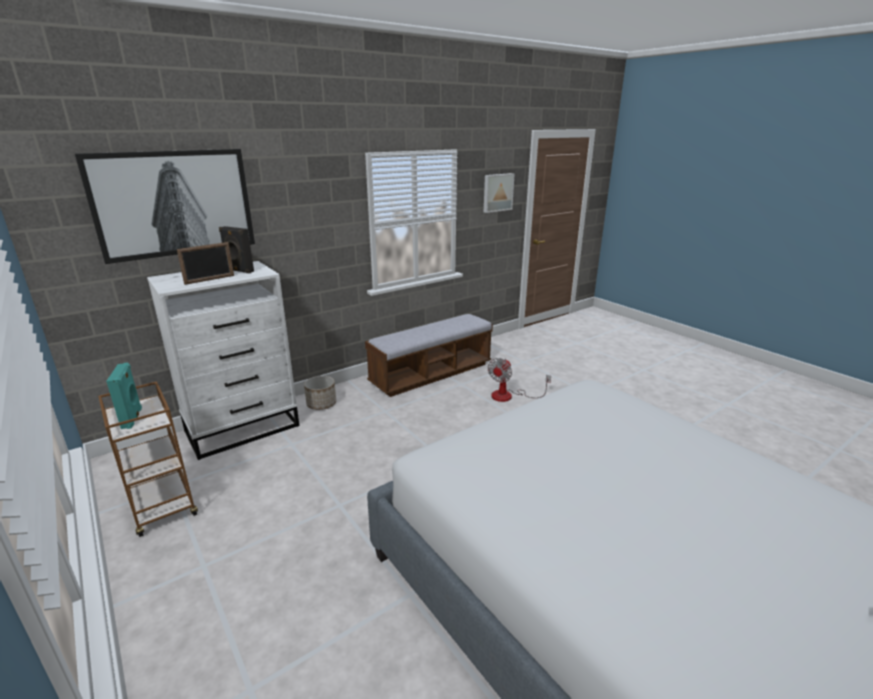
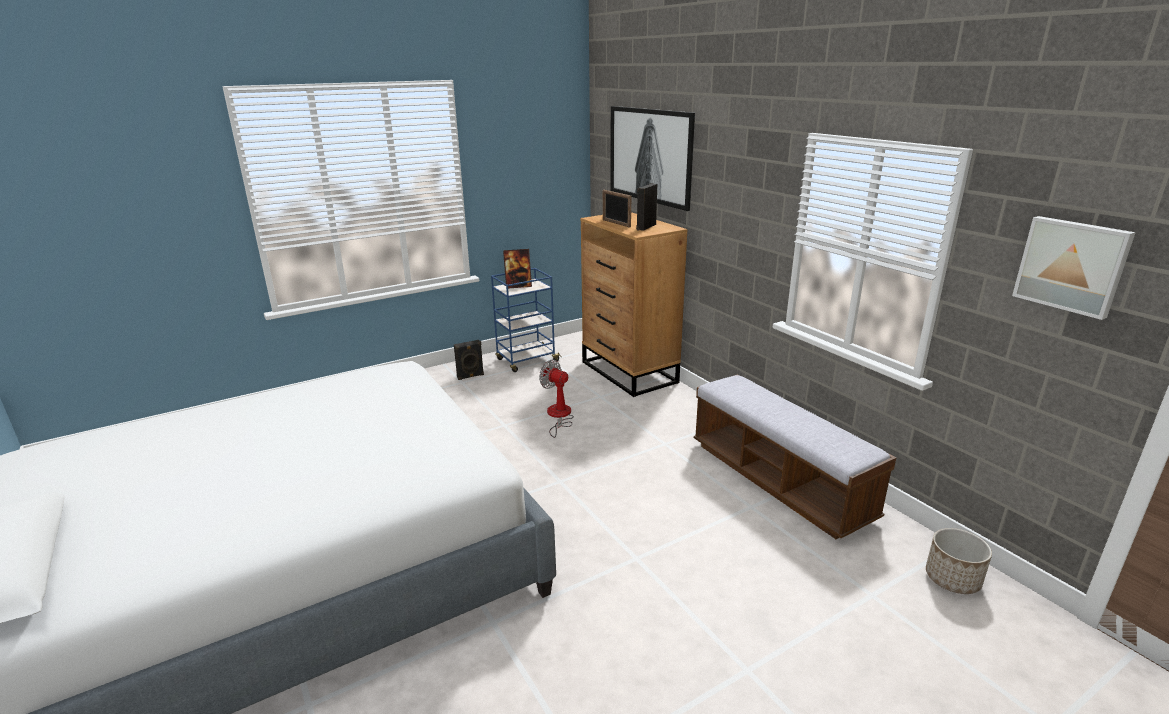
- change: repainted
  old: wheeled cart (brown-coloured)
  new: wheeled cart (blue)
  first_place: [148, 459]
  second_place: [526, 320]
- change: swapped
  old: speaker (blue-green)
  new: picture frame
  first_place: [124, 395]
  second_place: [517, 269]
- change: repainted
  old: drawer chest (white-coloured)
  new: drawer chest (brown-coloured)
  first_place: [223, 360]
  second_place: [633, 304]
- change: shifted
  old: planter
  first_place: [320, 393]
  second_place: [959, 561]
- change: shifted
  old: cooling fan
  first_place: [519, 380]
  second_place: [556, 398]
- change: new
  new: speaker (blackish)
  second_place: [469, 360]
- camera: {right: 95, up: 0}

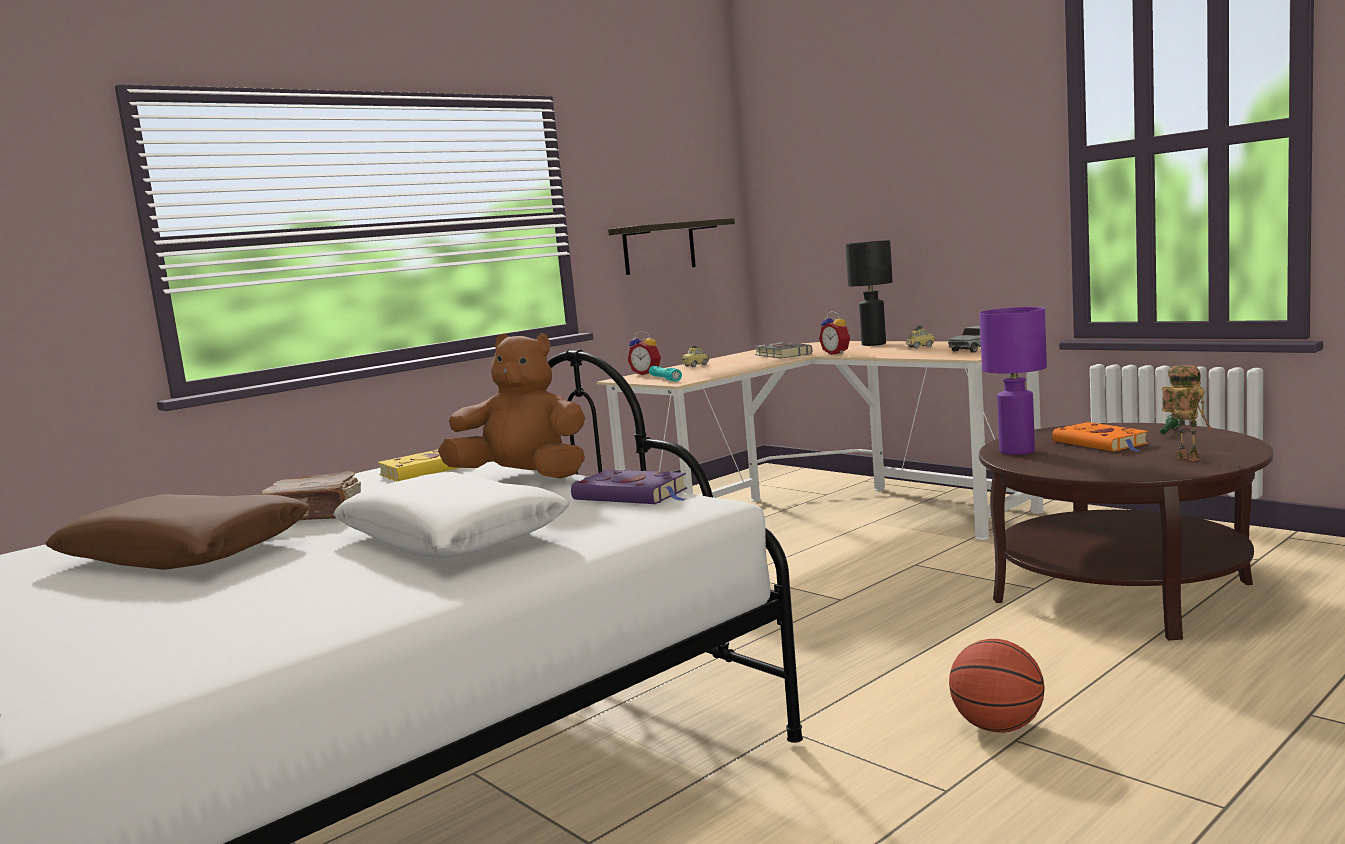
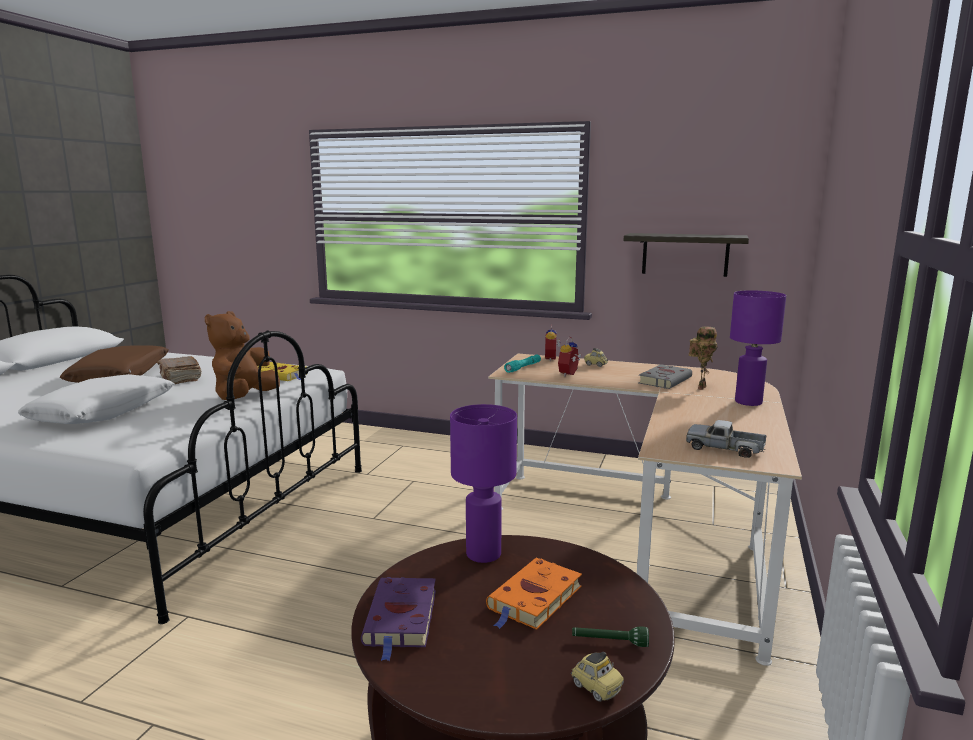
- change: rotated
  old: cuddly toy (brown-coloured)
  first_place: [511, 406]
  second_place: [242, 355]
  degrees: -150
- change: shifted
  old: bound book (purplish)
  first_place: [629, 487]
  second_place: [398, 619]
- change: shifted
  old: table clock
  first_place: [834, 333]
  second_place: [570, 357]
- change: repainted
  old: tabletop lamp (blackish)
  new: tabletop lamp (purplish)
  first_place: [869, 293]
  second_place: [758, 348]
- change: shifted
  old: miniature car
  first_place: [920, 336]
  second_place: [597, 677]
- change: gone
  old: basketball ball
  first_place: [997, 686]
- change: shifted
  old: toy robot
  first_place: [1186, 413]
  second_place: [703, 358]
- camera: {right: 60, up: 5}

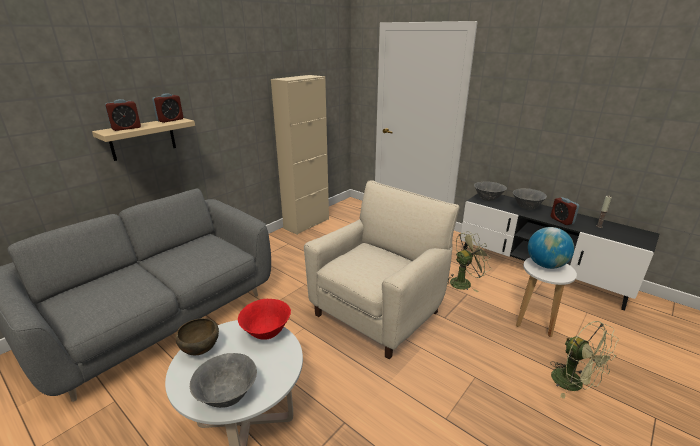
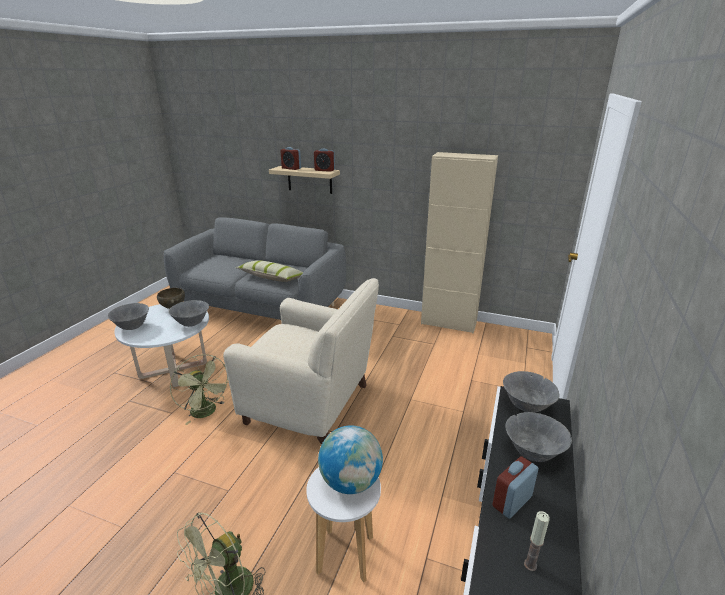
- change: repainted
  old: deep dish (red-coloured)
  new: deep dish (gray)
  first_place: [264, 319]
  second_place: [188, 313]
- change: shifted
  old: cooling fan (green)
  first_place: [469, 261]
  second_place: [199, 389]
- change: new
  new: cushion
  second_place: [269, 271]
- camera: {right: 70, up: 0}

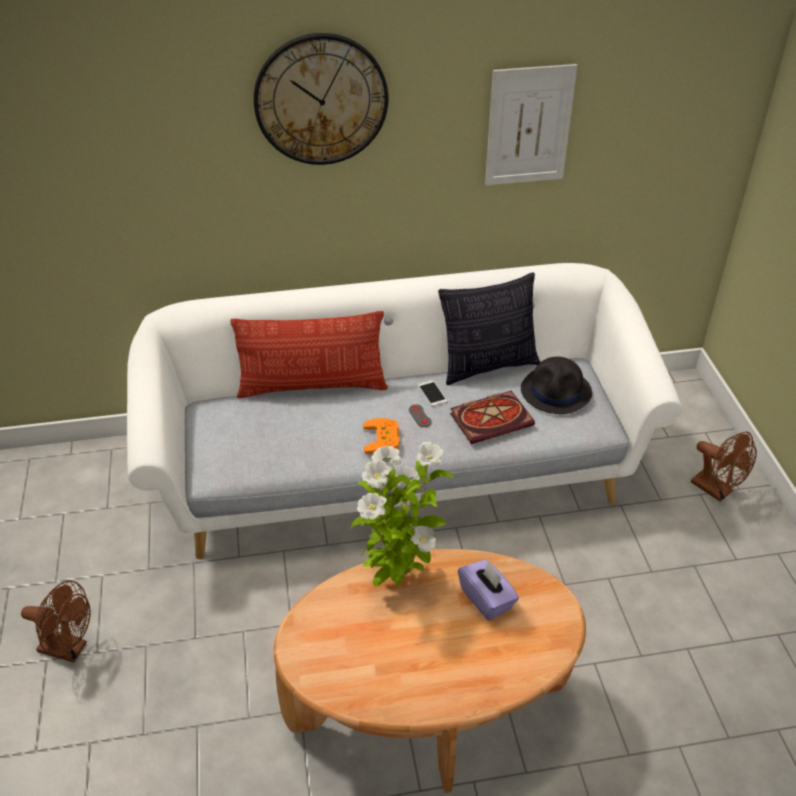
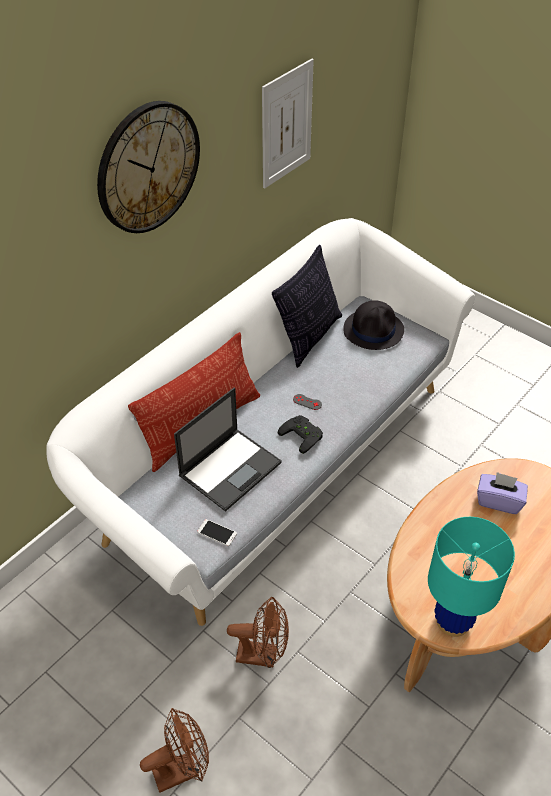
- change: gone
  old: potted plant
  first_place: [402, 514]
- change: repainted
  old: gamepad (orange-coloured)
  new: gamepad (blackish)
  first_place: [381, 436]
  second_place: [300, 434]
- change: shifted
  old: telephone
  first_place: [432, 393]
  second_place: [217, 532]
- change: gone
  old: bound book
  first_place: [492, 417]
- change: shifted
  old: cooling fan (brown-coloured)
  first_place: [724, 467]
  second_place: [258, 632]
- change: new
  new: portable computer
  second_place: [228, 449]
- change: new
  new: tabletop lamp (blue-green)
  second_place: [471, 577]
- camera: {right: -40, up: 5}

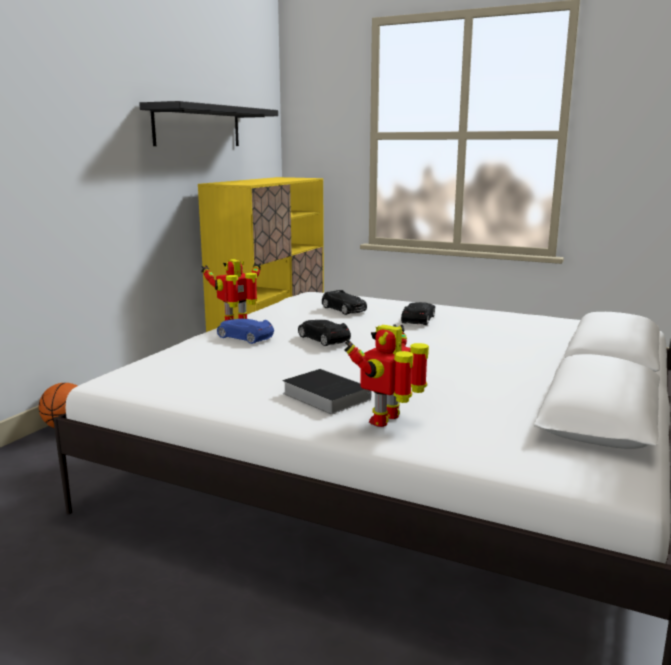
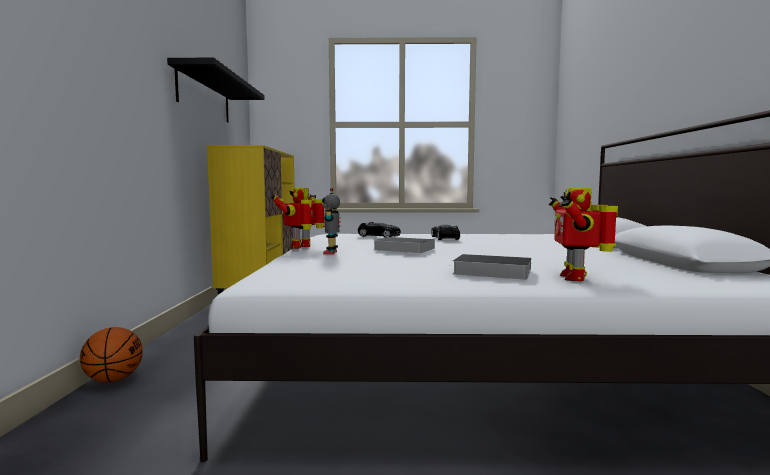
- change: swapped
  old: miniature car (blue)
  new: toy robot
  first_place: [245, 331]
  second_place: [331, 221]
- change: swapped
  old: miniature car (blackish)
  new: bound book
  first_place: [324, 333]
  second_place: [404, 245]
- camera: {right: -25, up: -10}

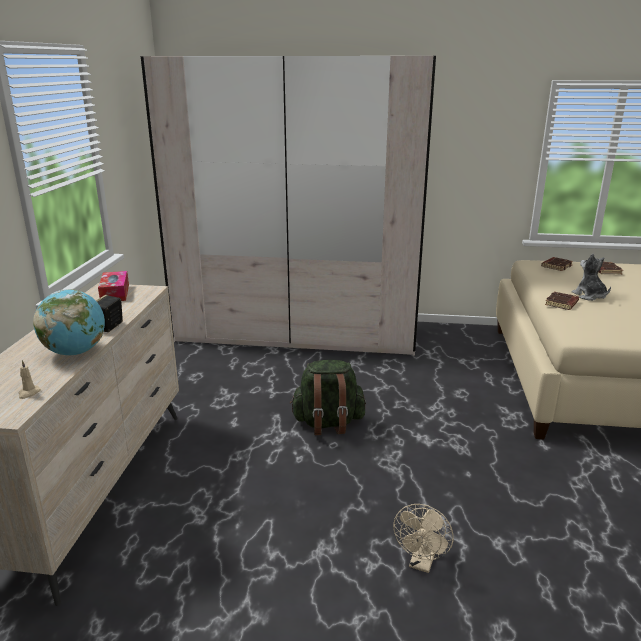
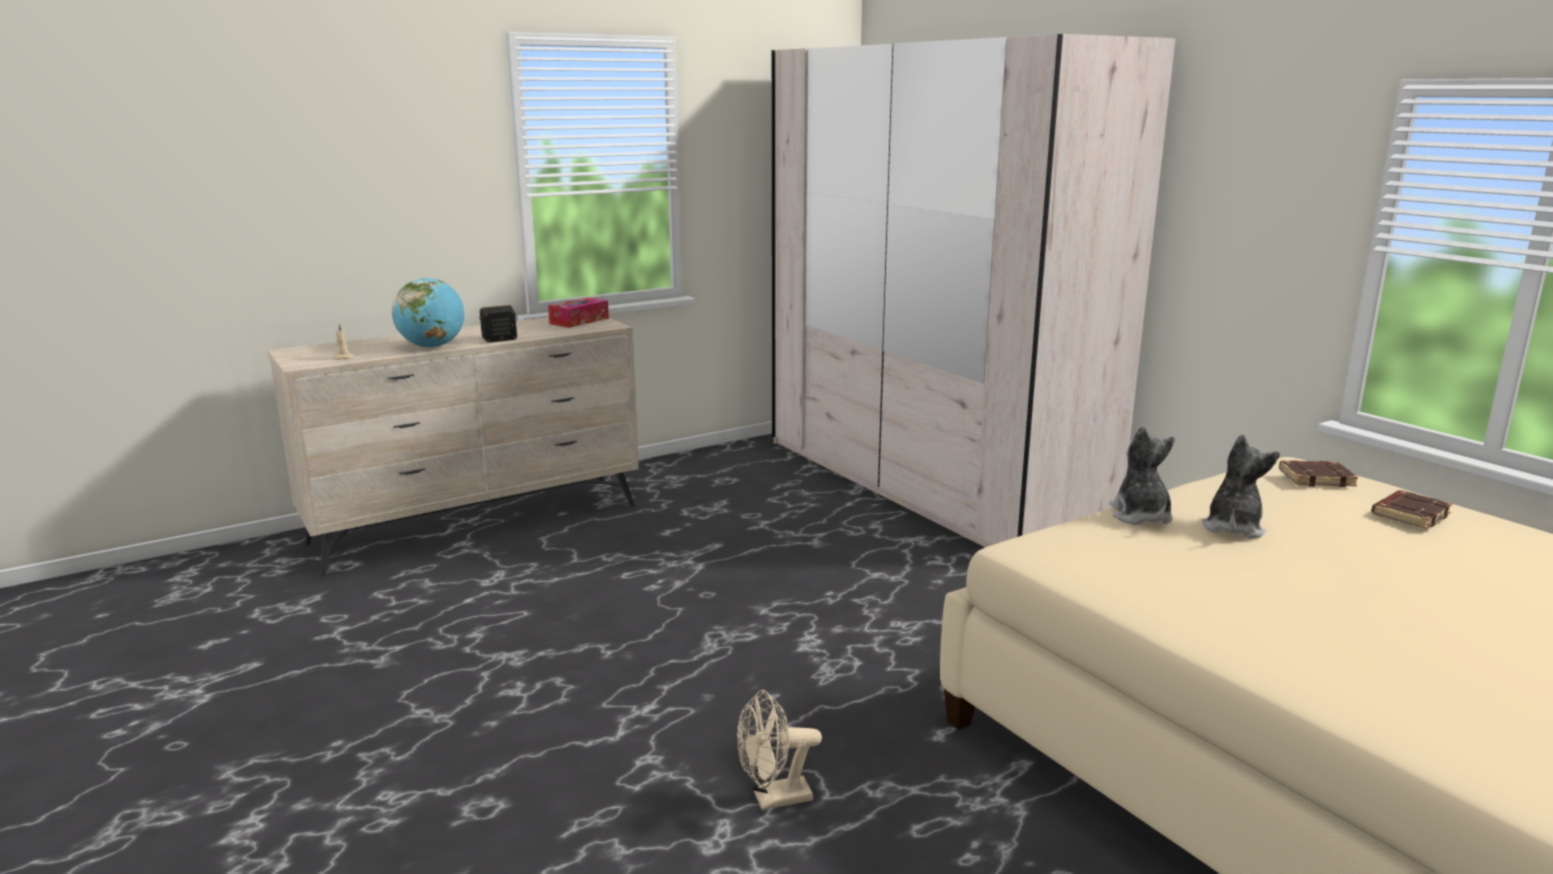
- change: gone
  old: rucksack (green)
  first_place: [328, 397]
- change: shifted
  old: cooling fan (beige-coloured)
  first_place: [423, 538]
  second_place: [779, 750]
- change: swapped
  old: bound book (brown-coloured)
  new: cuddly toy
  first_place: [562, 300]
  second_place: [1142, 475]
- camera: {right: 50, up: -5}

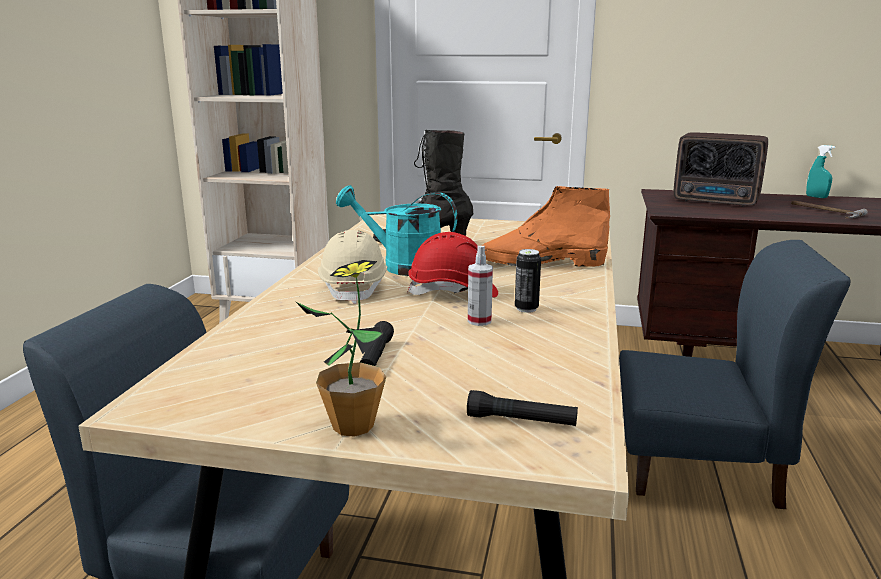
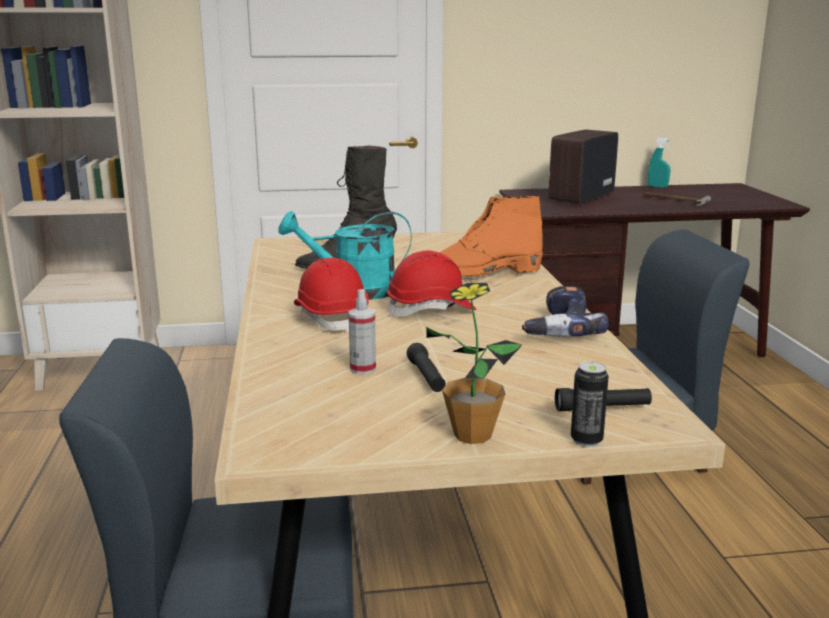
- change: repainted
  old: safety helmet (beige-coloured)
  new: safety helmet (red-coloured)
  first_place: [352, 267]
  second_place: [331, 295]
- change: shifted
  old: sprayer
  first_place: [480, 286]
  second_place: [362, 331]
- change: shifted
  old: can
  first_place: [528, 281]
  second_place: [590, 404]
- change: rotated
  old: radio
  first_place: [720, 169]
  second_place: [583, 167]
  degrees: 120
- change: new
  new: electric drill
  second_place: [565, 311]
- camera: {right: -20, up: 0}

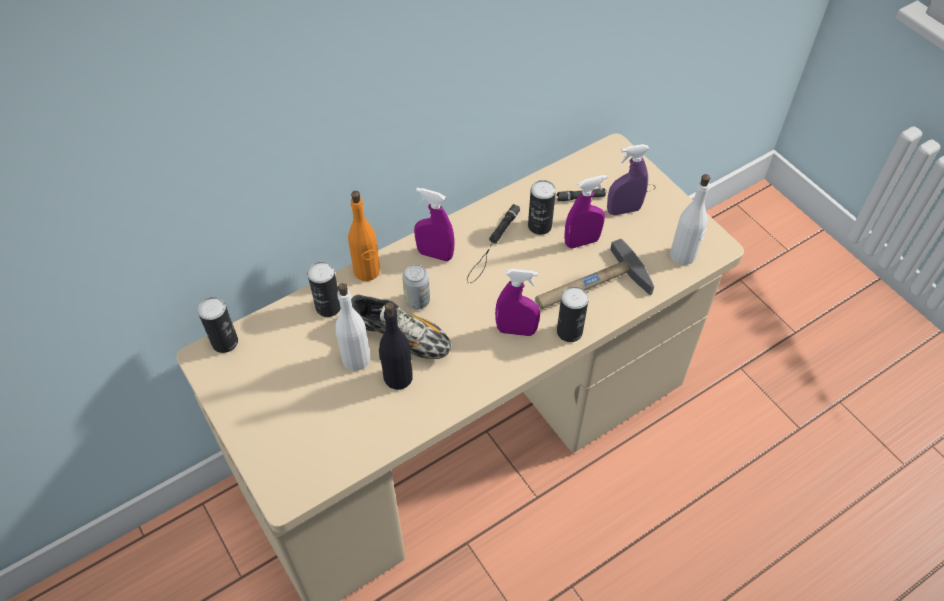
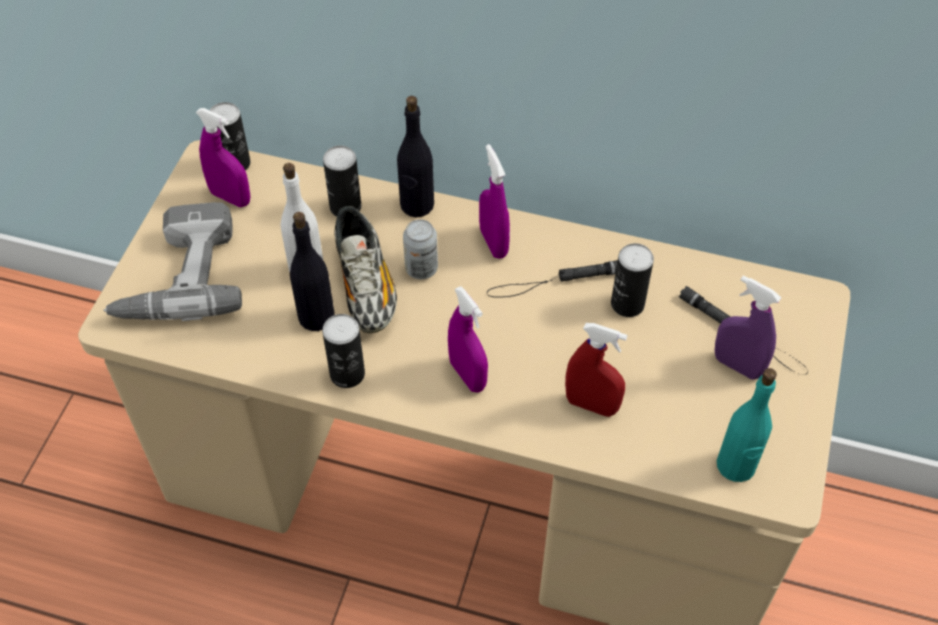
- change: repainted
  old: bottle (orange-coloured)
  new: bottle (blackish)
  first_place: [364, 236]
  second_place: [415, 157]
- change: swapped
  old: hand hammer
  new: sprayer (red-coloured)
  first_place: [594, 274]
  second_place: [596, 370]
- change: shifted
  old: can
  first_place: [573, 314]
  second_place: [343, 351]
- change: shifted
  old: sprayer (purplish)
  first_place: [585, 211]
  second_place: [223, 157]
- change: repainted
  old: bottle (white-coloured)
  new: bottle (blue-green)
  first_place: [690, 219]
  second_place: [747, 425]
- change: new
  new: electric drill
  second_place: [172, 261]
- camera: {right: 50, up: 0}

